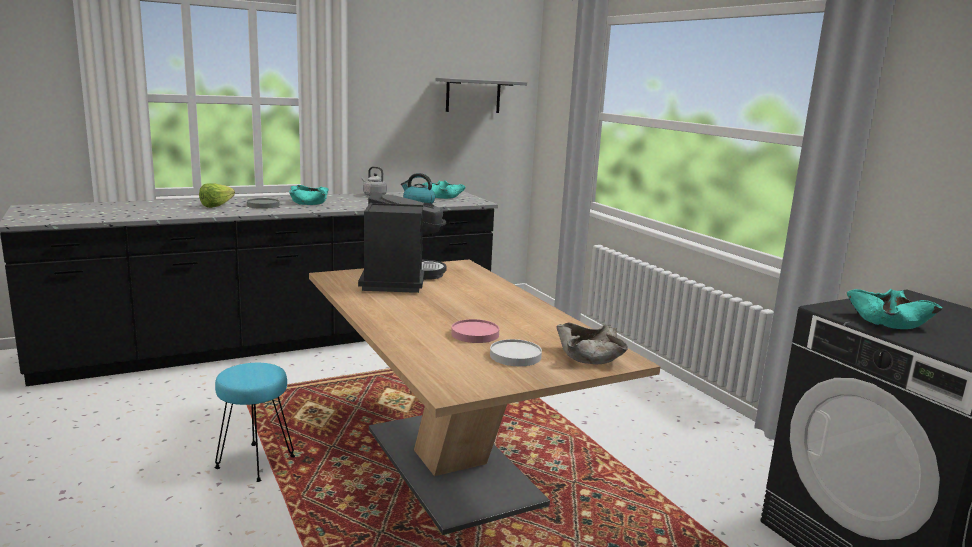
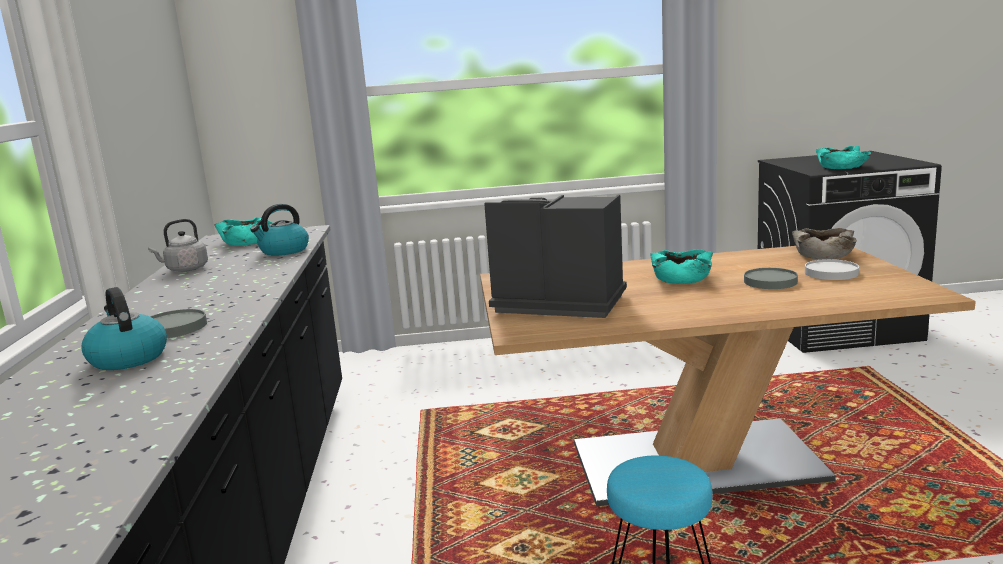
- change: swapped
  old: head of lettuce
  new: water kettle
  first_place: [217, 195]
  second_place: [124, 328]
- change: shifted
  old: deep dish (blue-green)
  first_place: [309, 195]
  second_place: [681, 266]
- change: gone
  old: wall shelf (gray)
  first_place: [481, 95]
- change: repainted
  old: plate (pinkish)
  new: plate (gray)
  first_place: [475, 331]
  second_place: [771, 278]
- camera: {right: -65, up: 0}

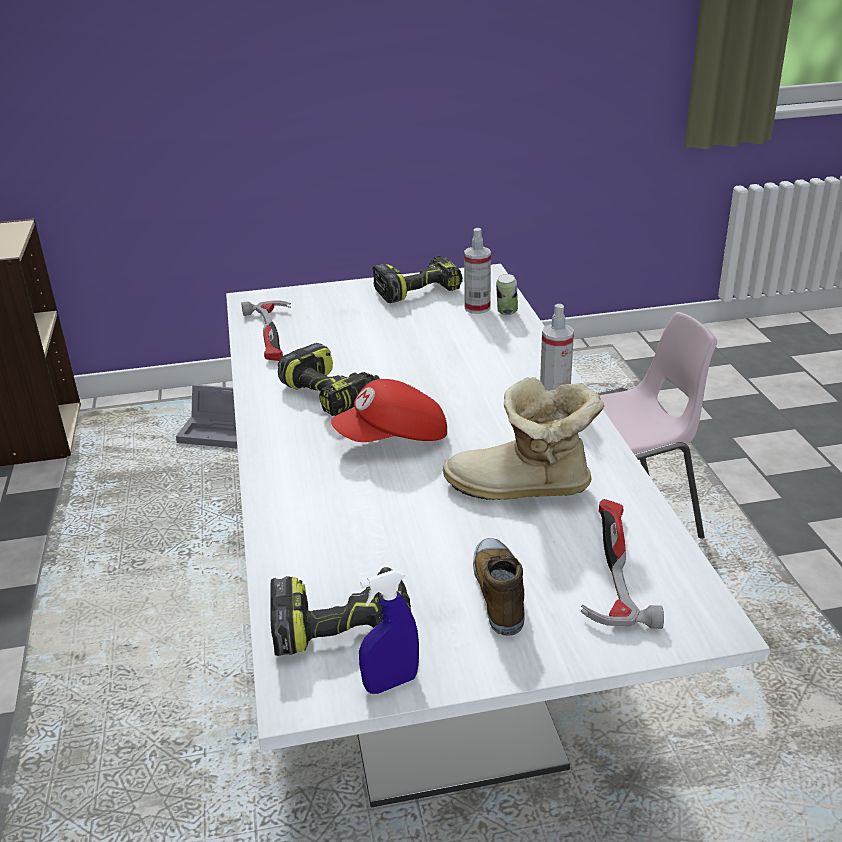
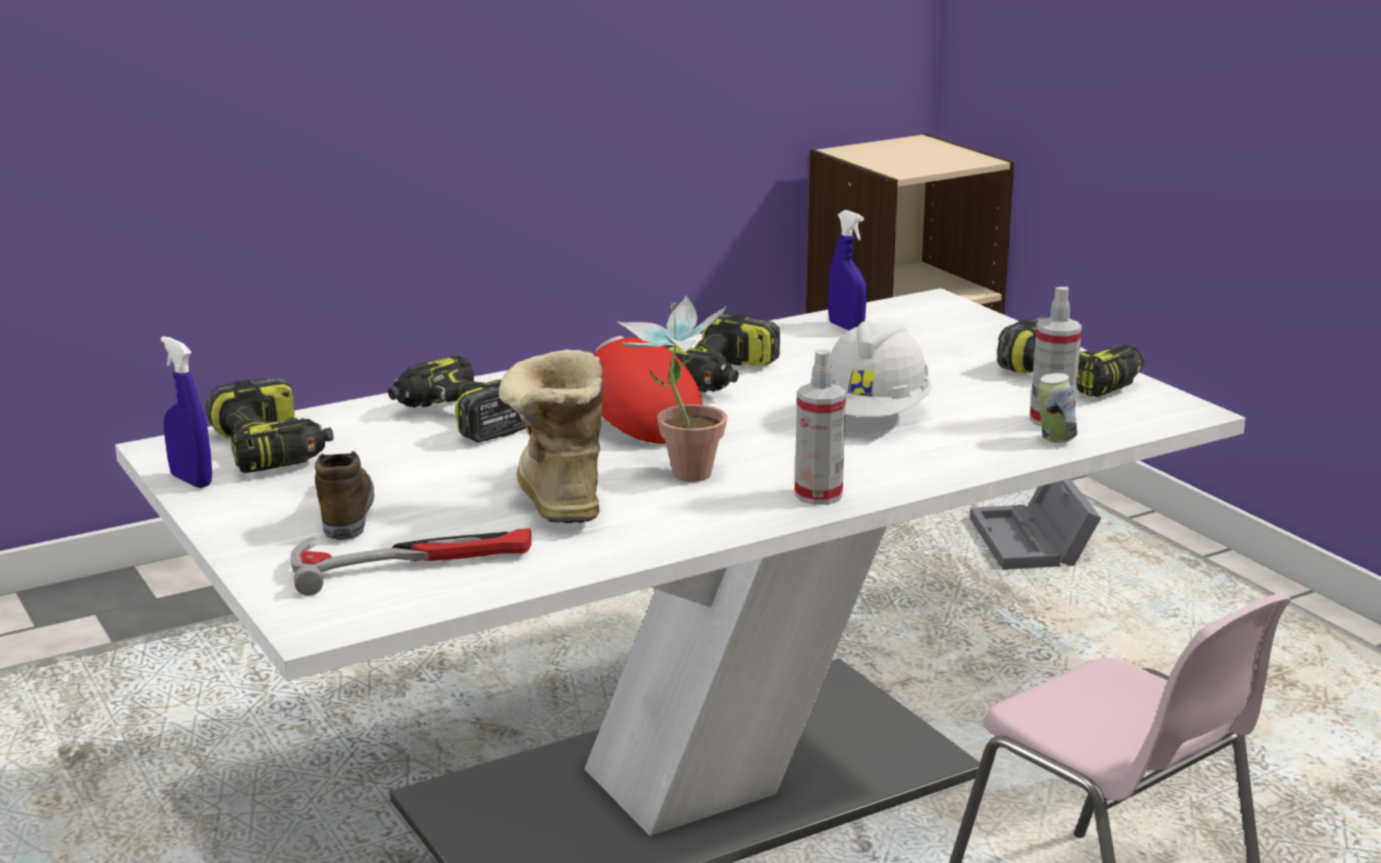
- change: swapped
  old: hand hammer
  new: sprayer (blue)
  first_place: [266, 330]
  second_place: [847, 270]
- change: rotated
  old: shoe
  first_place: [499, 587]
  second_place: [344, 495]
  degrees: -75
- change: new
  new: electric drill
  second_place: [457, 399]
- change: new
  new: potted plant
  second_place: [672, 389]
- change: new
  new: safety helmet (white-coloured)
  second_place: [881, 368]
- camera: {right: 70, up: -10}

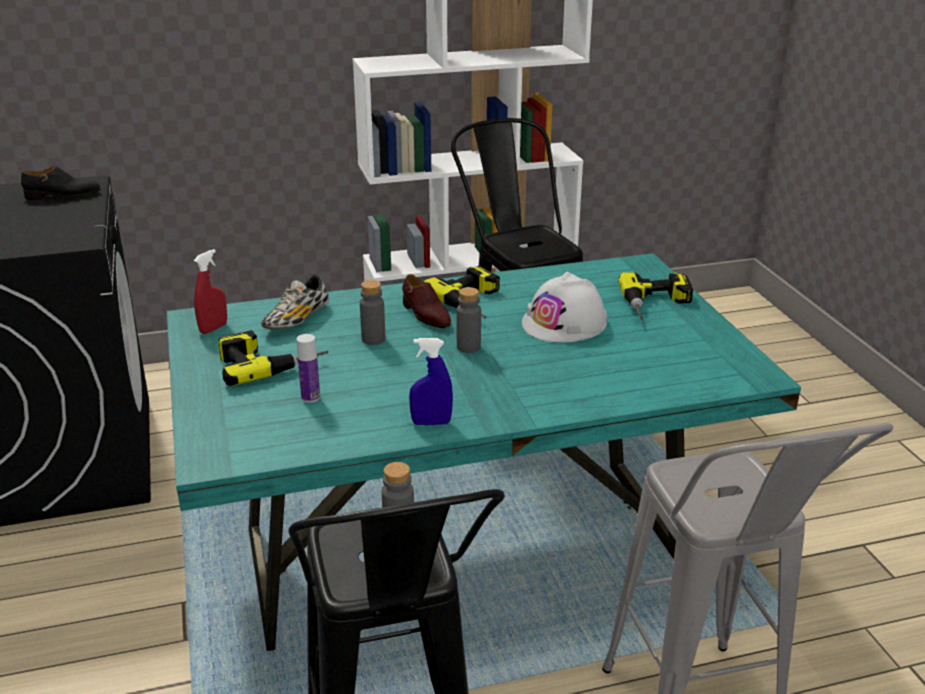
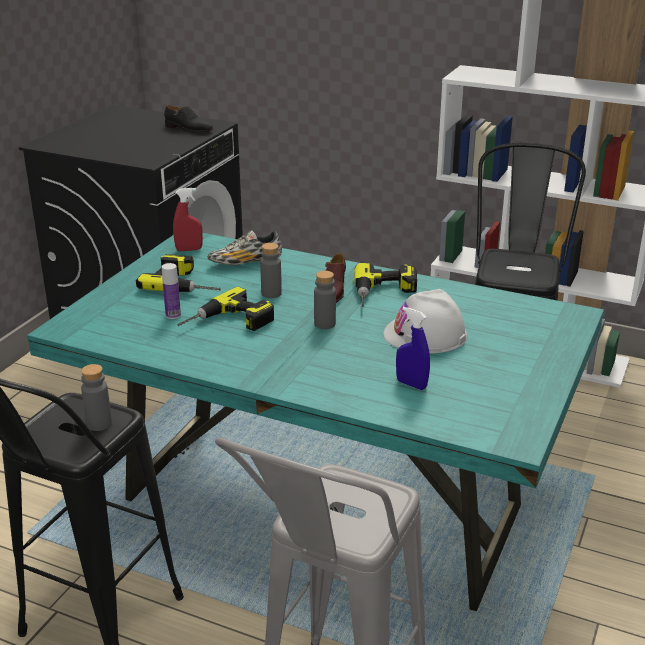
- change: shifted
  old: sprayer (blue)
  first_place: [431, 381]
  second_place: [413, 348]
- change: shifted
  old: electric drill
  first_place: [655, 296]
  second_place: [225, 309]
- camera: {right: 40, up: 0}

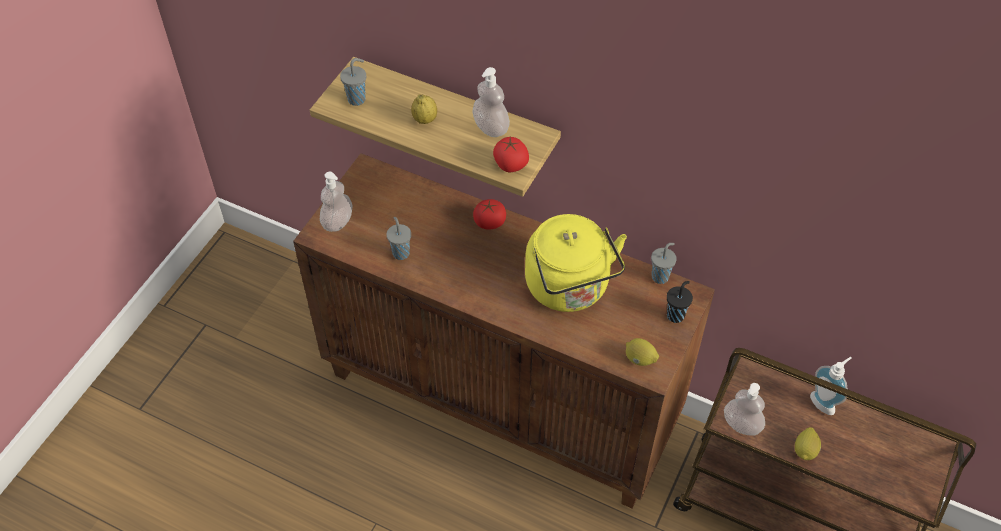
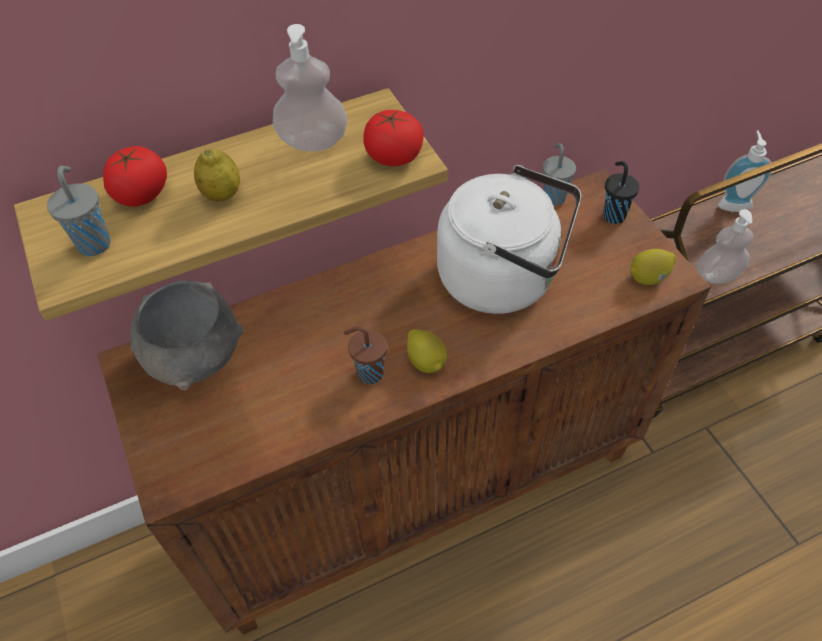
- change: gone
  old: liquid soap bottle
  first_place: [336, 202]
- change: gone
  old: drinking cup (gray)
  first_place: [398, 238]
- change: shifted
  old: fresh tomato
  first_place: [489, 214]
  second_place: [135, 176]
- change: repainted
  old: water kettle (yellowish)
  new: water kettle (white-coloured)
  first_place: [576, 263]
  second_place: [509, 239]
- change: shifted
  old: lemon
  first_place: [808, 443]
  second_place: [427, 351]
- change: new
  new: deep dish (gray)
  second_place: [187, 335]
- change: new
  new: drinking cup (brown-coloured)
  second_place: [365, 355]
- camera: {right: -50, up: 0}

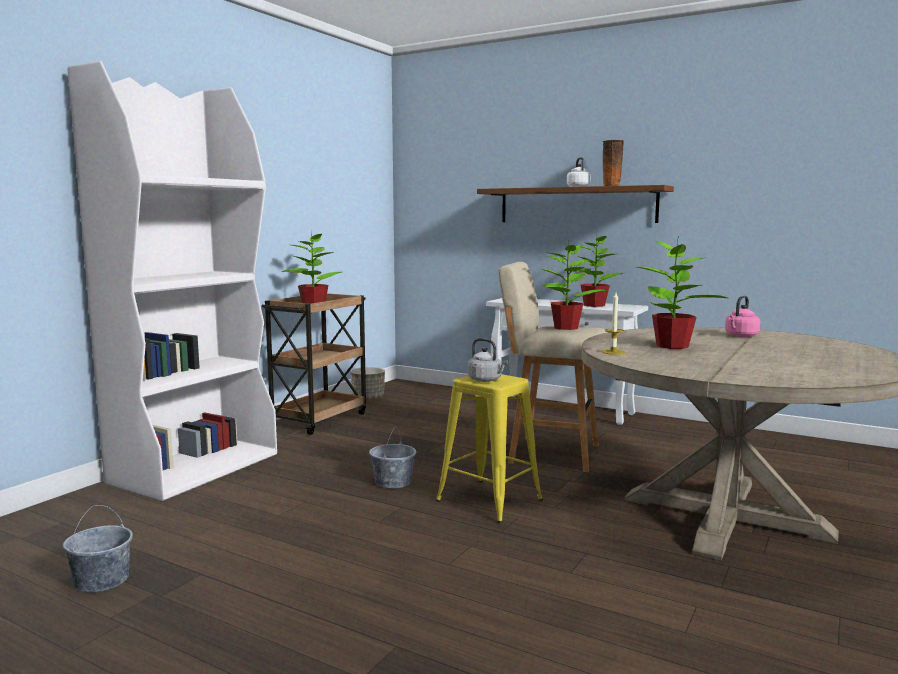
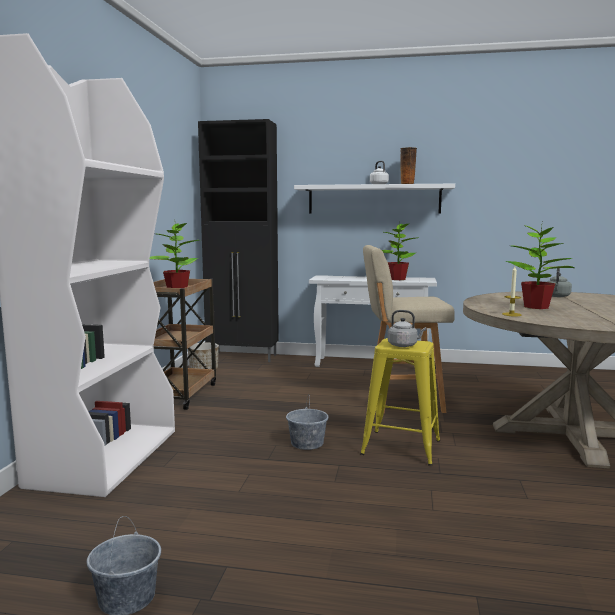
- change: repainted
  old: wall shelf (brown-coloured)
  new: wall shelf (white-coloured)
  first_place: [575, 204]
  second_place: [374, 199]
- change: gone
  old: potted plant
  first_place: [574, 285]
- change: repainted
  old: water kettle (pinkish)
  new: water kettle (gray)
  first_place: [743, 316]
  second_place: [559, 282]
- change: new
  new: cabinet (blackish)
  second_place: [238, 240]
- camera: {right: -20, up: 0}

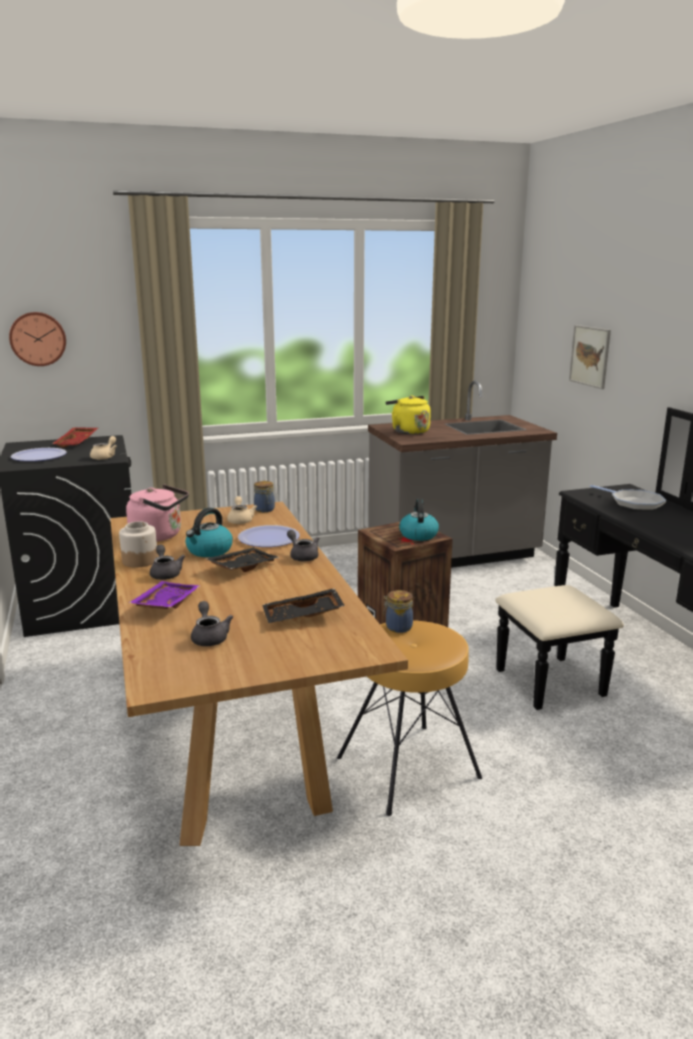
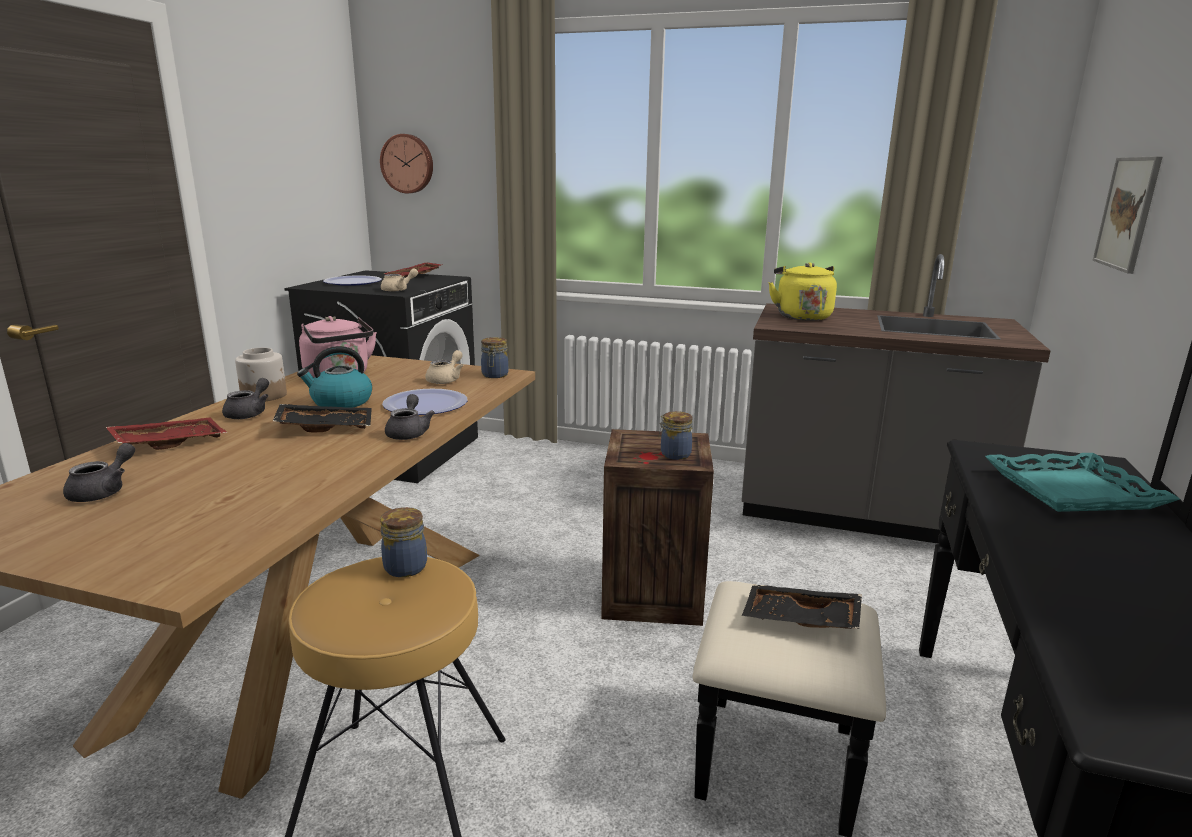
- change: repainted
  old: carrying tray (purplish)
  new: carrying tray (red-coloured)
  first_place: [164, 595]
  second_place: [167, 434]
- change: shifted
  old: carrying tray (blackish)
  first_place: [303, 605]
  second_place: [802, 607]
- change: swapped
  old: water kettle
  new: jar
  first_place: [419, 520]
  second_place: [676, 435]
- change: swapped
  old: skillet
  new: carrying tray (blue-green)
  first_place: [628, 497]
  second_place: [1082, 482]
- camera: {right: 35, up: 0}

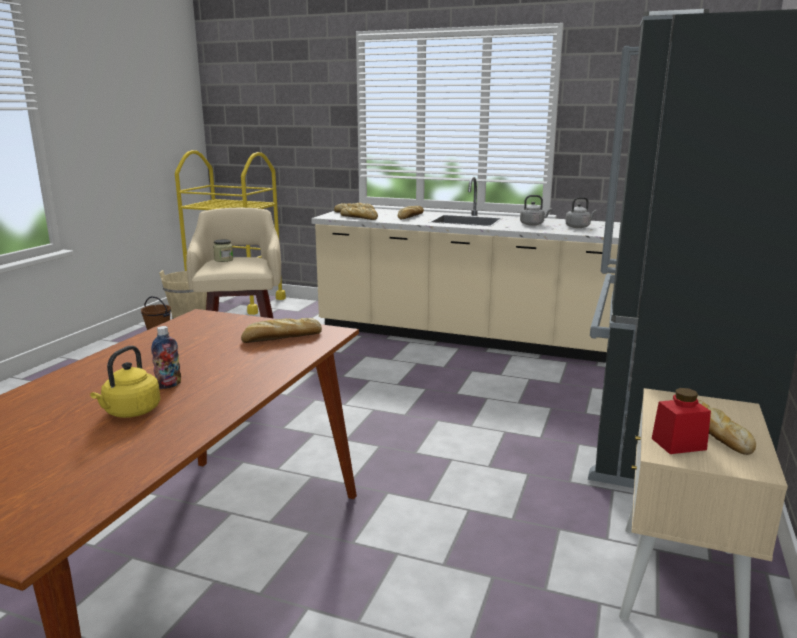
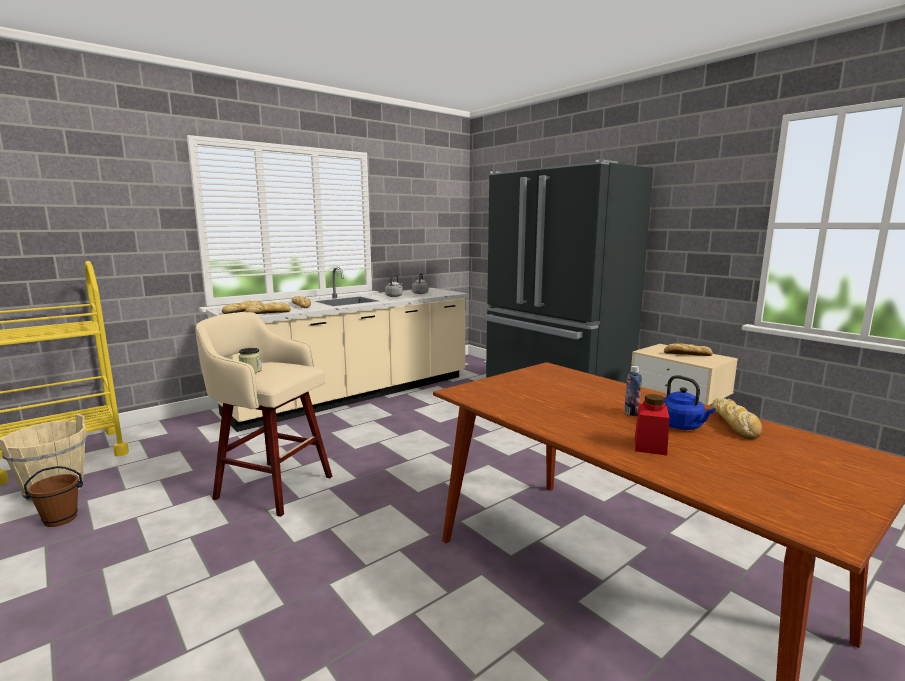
- change: repainted
  old: water kettle (yellowish)
  new: water kettle (blue)
  first_place: [125, 382]
  second_place: [689, 402]
- change: shifted
  old: baked bread
  first_place: [281, 330]
  second_place: [736, 418]
- change: shifted
  old: jar (red-coloured)
  first_place: [681, 421]
  second_place: [652, 424]
- camera: {right: -60, up: -5}

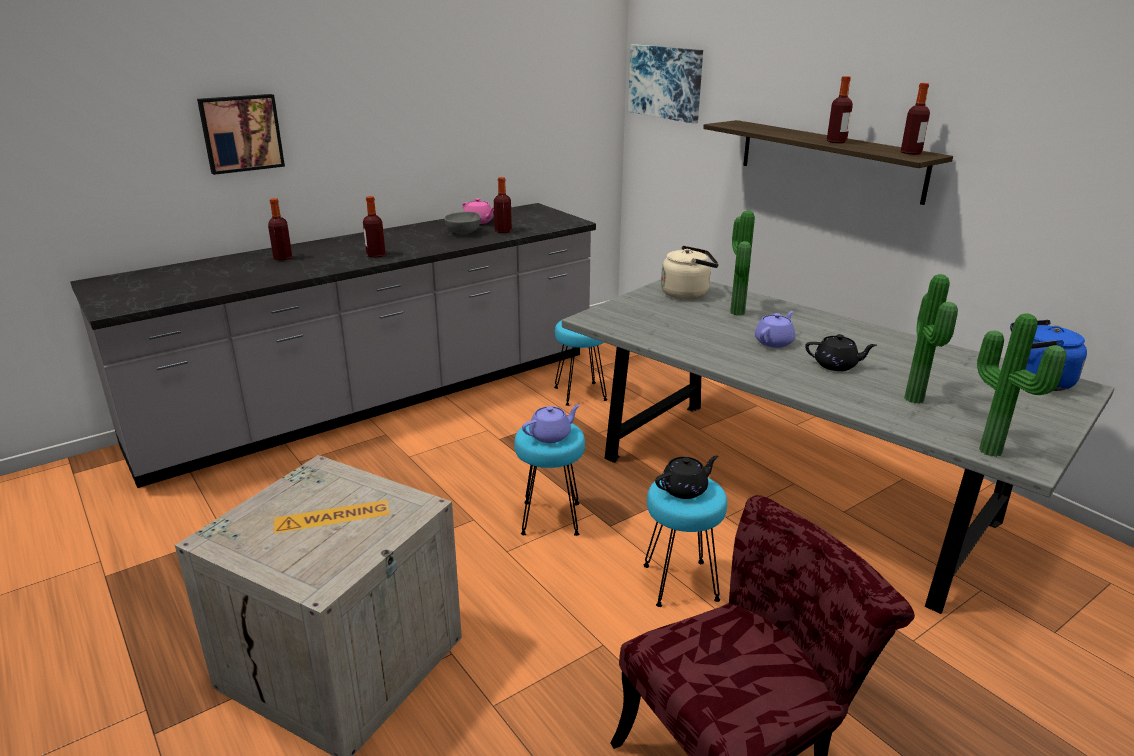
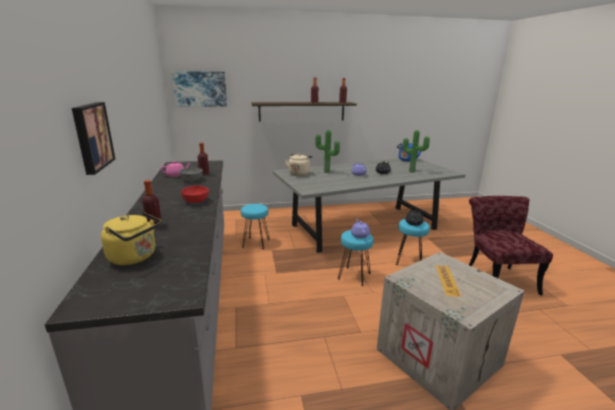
- change: swapped
  old: bottle
  new: deep dish (red-coloured)
  first_place: [374, 227]
  second_place: [195, 194]
- change: gone
  old: potted plant
  first_place: [1022, 385]
- change: new
  new: water kettle (yellowish)
  second_place: [131, 238]
- camera: {right: -65, up: -5}

